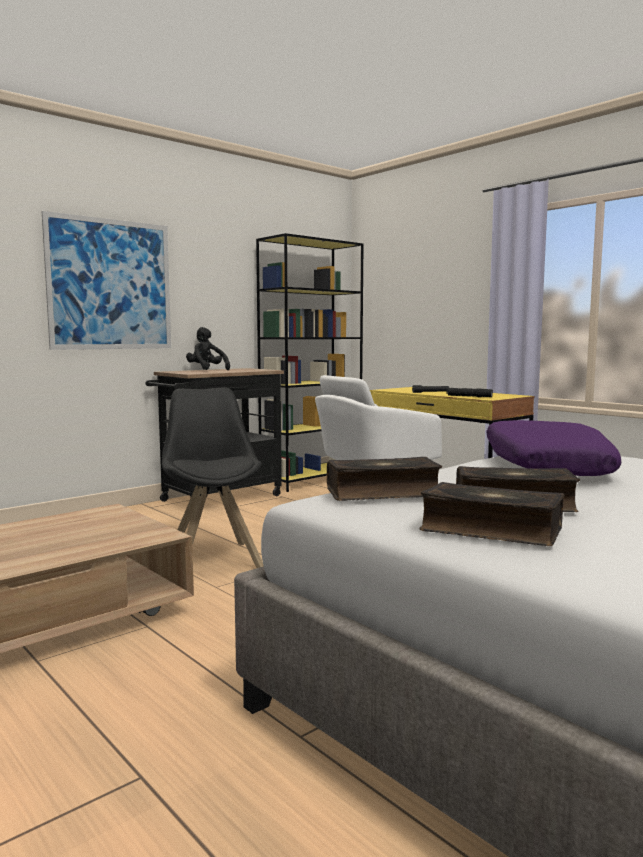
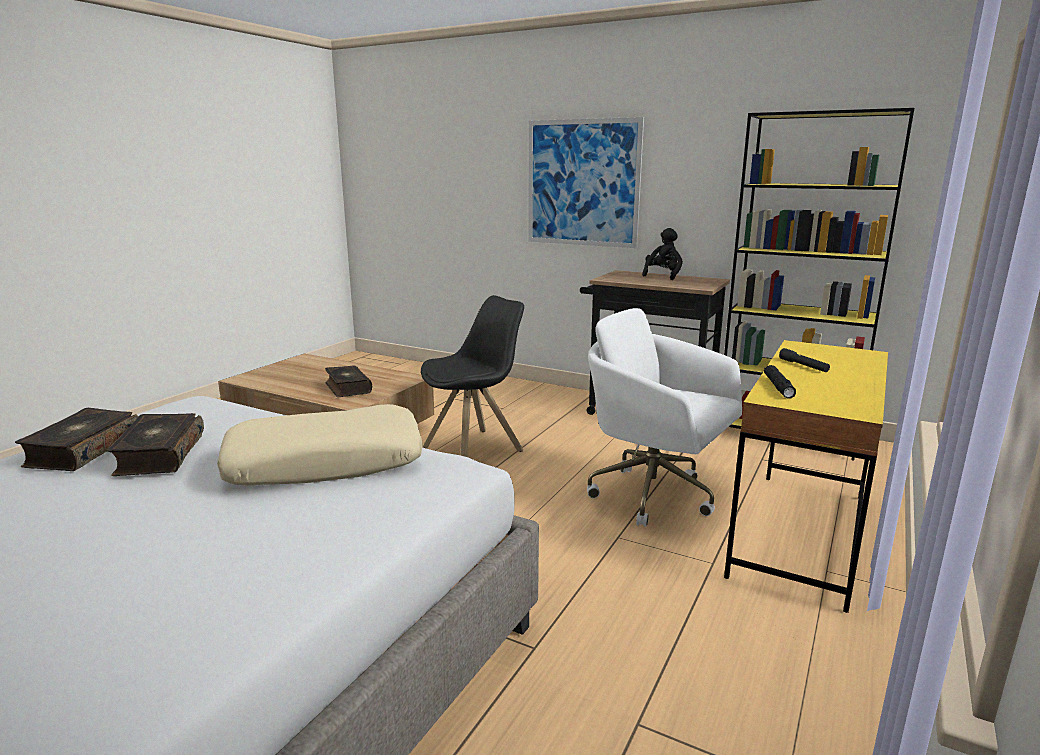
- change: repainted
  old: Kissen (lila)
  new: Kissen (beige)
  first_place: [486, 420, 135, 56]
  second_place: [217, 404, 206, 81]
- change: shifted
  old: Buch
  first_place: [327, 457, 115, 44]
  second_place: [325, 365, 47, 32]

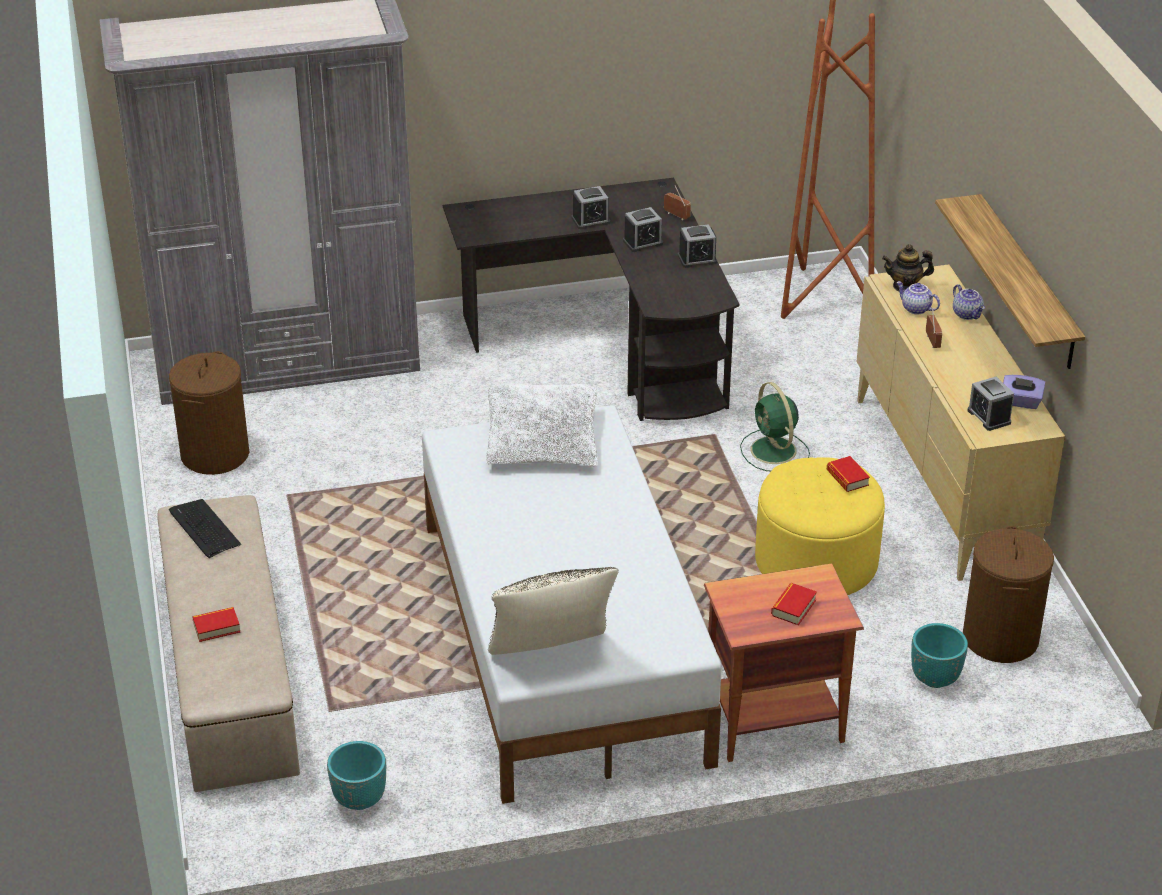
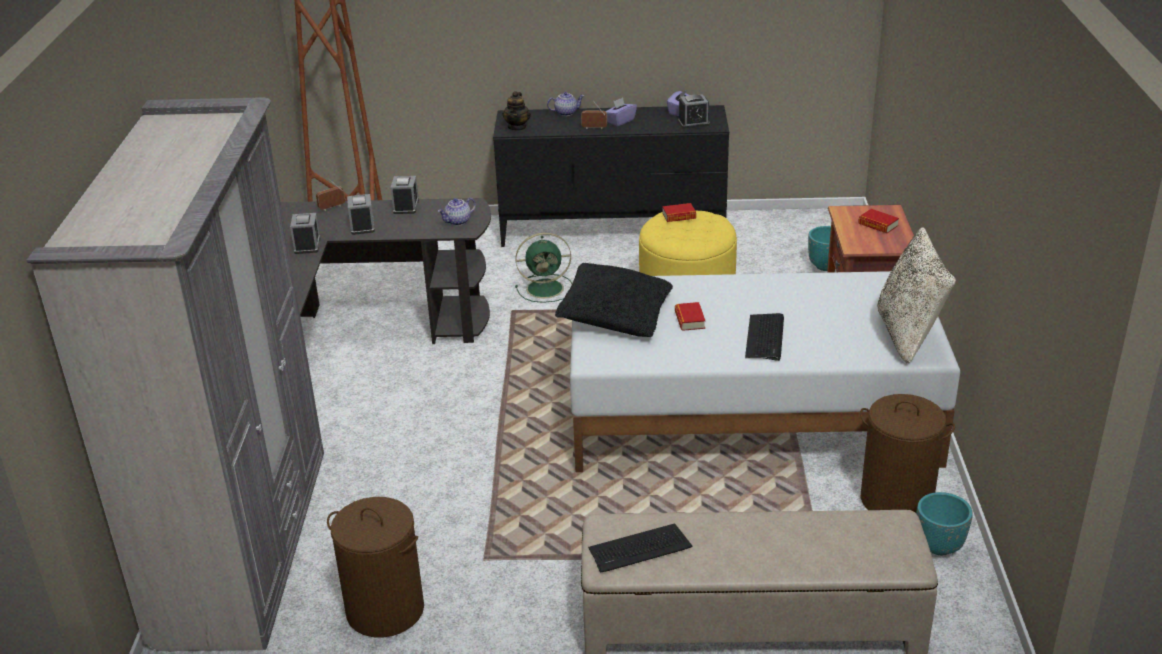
- change: shifted
  old: Teekanne
  first_place: [896, 281, 44, 34]
  second_place: [438, 198, 38, 28]
- change: repainted
  old: Kommode (beige)
  new: Kommode (schwarz)
  first_place: [857, 264, 208, 317]
  second_place: [493, 105, 236, 142]
- change: repainted
  old: Kissen (weiß)
  new: Kissen (schwarz)
  first_place: [486, 384, 112, 83]
  second_place: [555, 263, 118, 74]
- change: new
  new: Taschentuchbox (lila)
  second_place: [606, 98, 31, 28]
- change: shifted
  old: Buch
  first_place: [192, 607, 48, 35]
  second_place: [675, 302, 30, 29]
- change: new
  new: Tastatur
  second_place: [745, 313, 39, 48]
- change: shifted
  old: Wäschekorb (braun)
  first_place: [963, 526, 91, 137]
  second_place: [860, 394, 95, 119]
- change: gone
  old: Wandregal
  first_place: [935, 194, 150, 175]

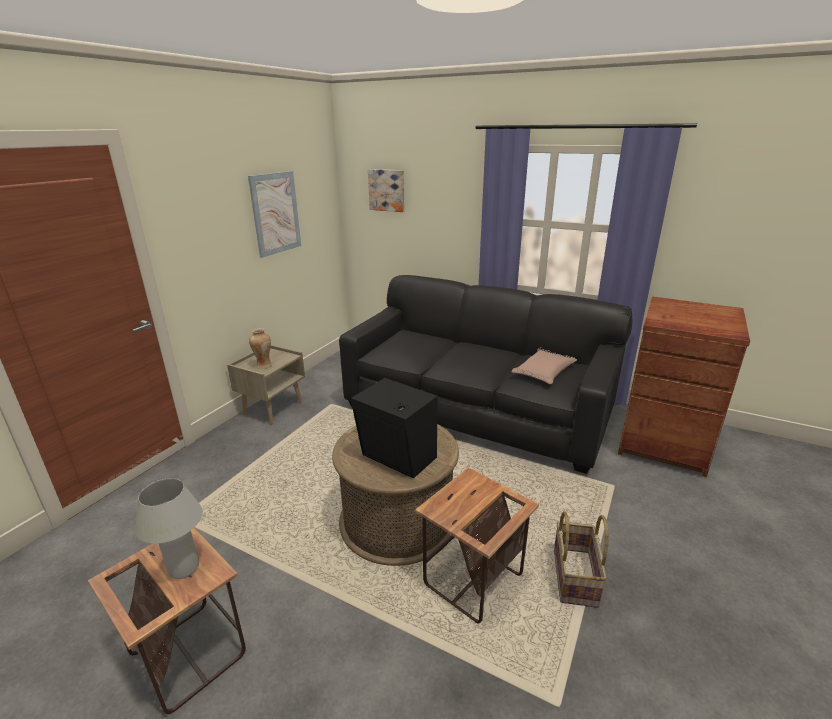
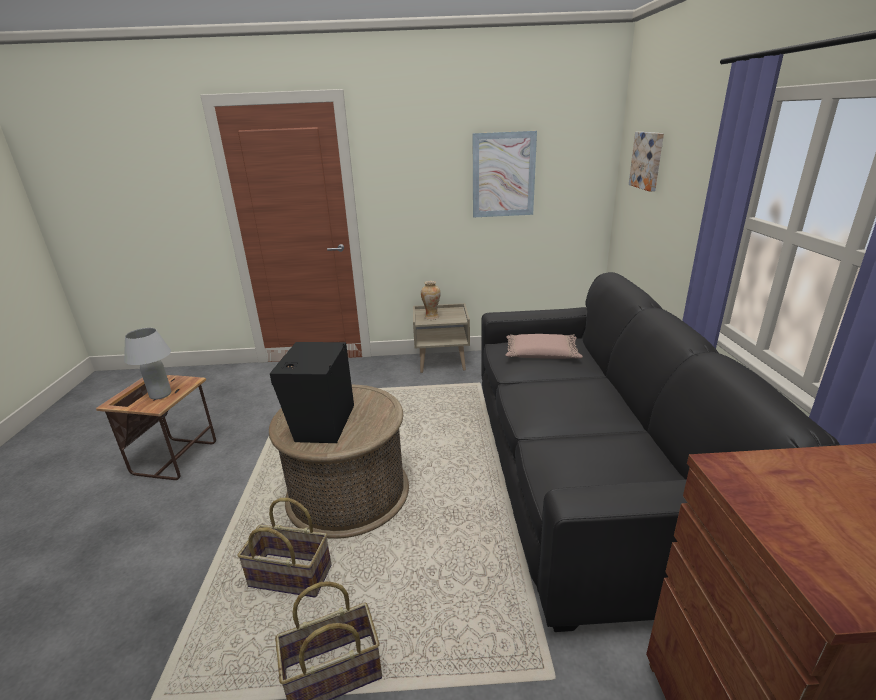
- change: swapped
  old: Beistelltisch
  new: Korb
  first_place: [415, 468, 124, 156]
  second_place: [237, 498, 95, 100]
- change: shifted
  old: Kissen (beige)
  first_place: [511, 347, 66, 37]
  second_place: [506, 334, 77, 25]

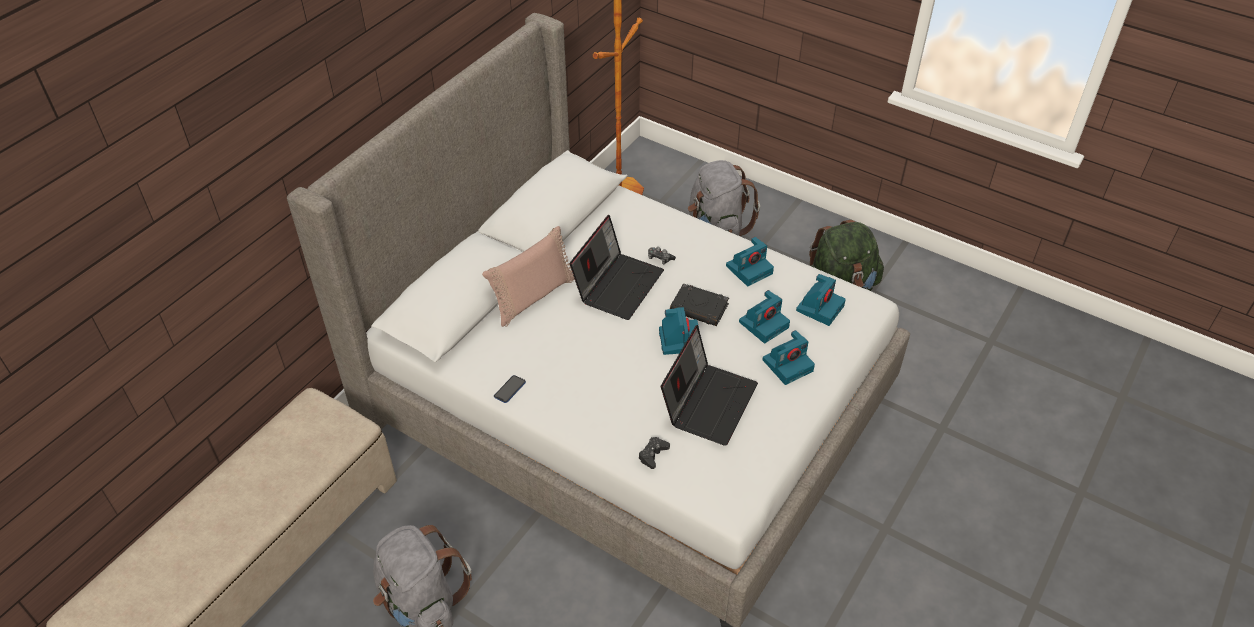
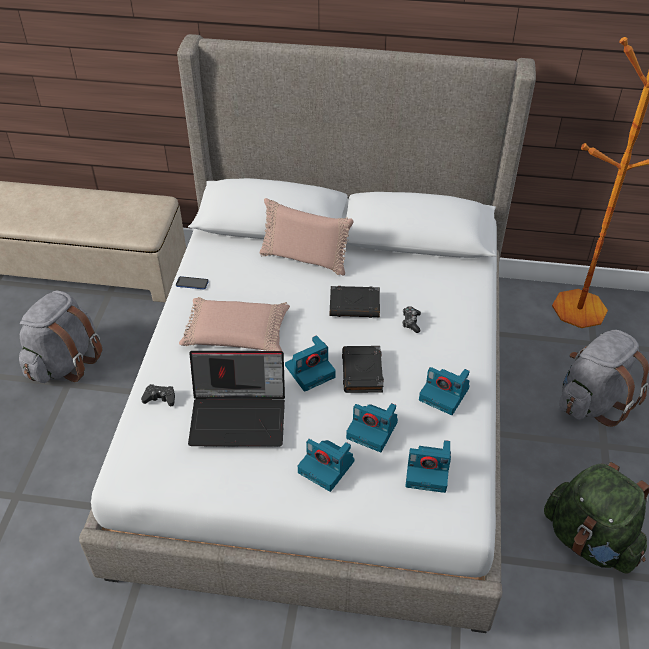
- change: new
  new: Kissen (beige)
  second_place: [179, 297, 111, 54]
- change: swapped
  old: Laptop
  new: Buch (schwarz)
  first_place: [570, 215, 94, 105]
  second_place: [330, 286, 50, 32]

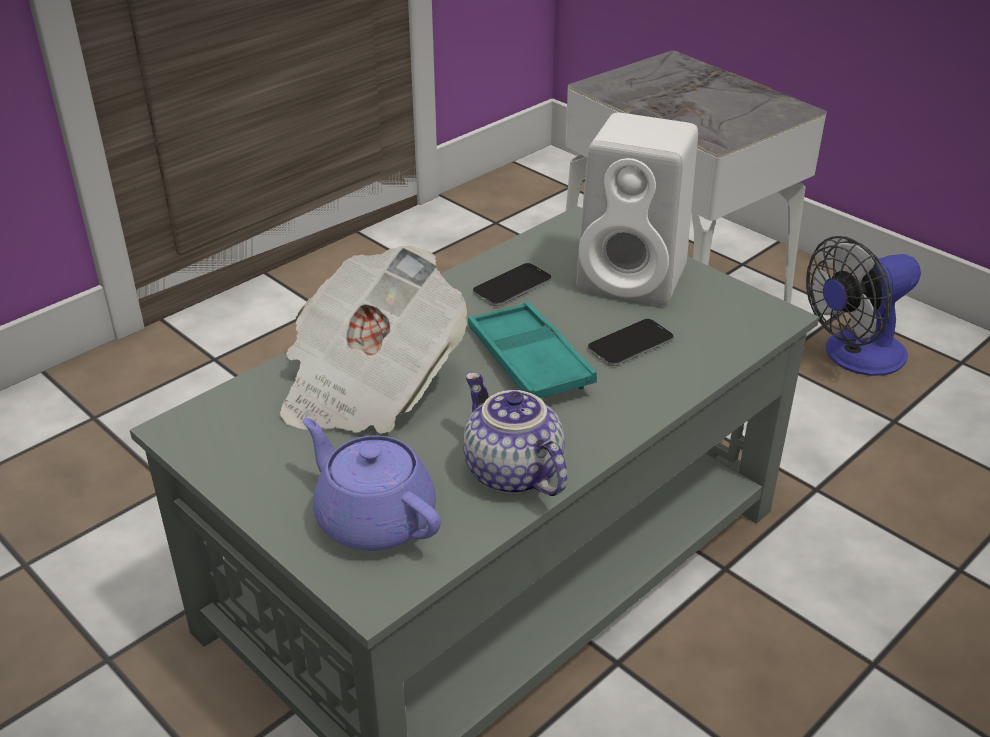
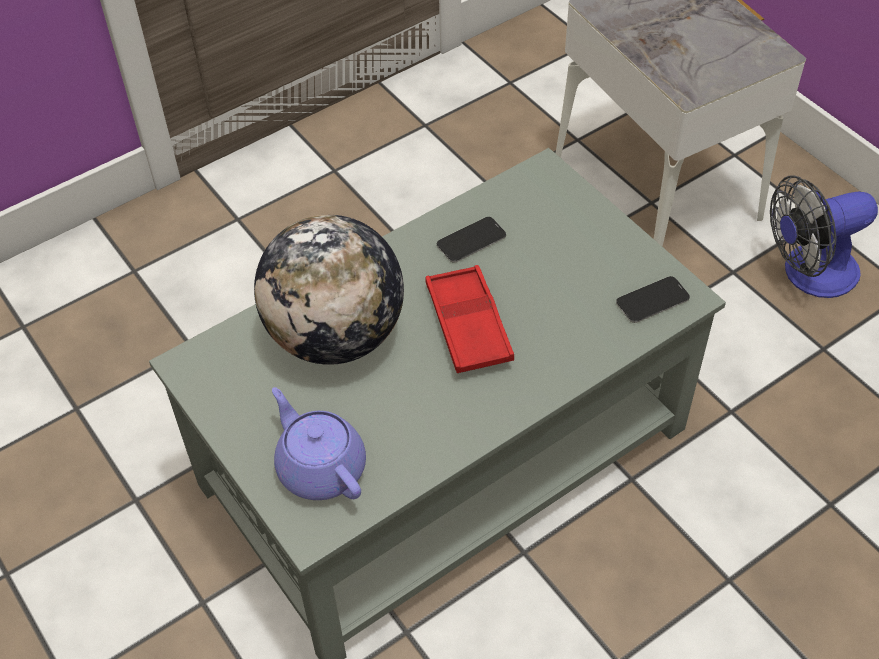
- change: swapped
  old: Zeitung
  new: Globus
  first_place: [280, 246, 187, 188]
  second_place: [254, 215, 150, 150]
- change: repainted
  old: Tablett (türkis)
  new: Tablett (rot)
  first_place: [468, 302, 129, 97]
  second_place: [425, 265, 89, 108]
- change: shifted
  old: Handy
  first_place: [588, 319, 86, 47]
  second_place: [616, 276, 74, 47]
- change: gone
  old: Teekanne
  first_place: [463, 372, 104, 124]
- change: gone
  old: Lautsprecher (weiß)
  first_place: [577, 112, 121, 194]

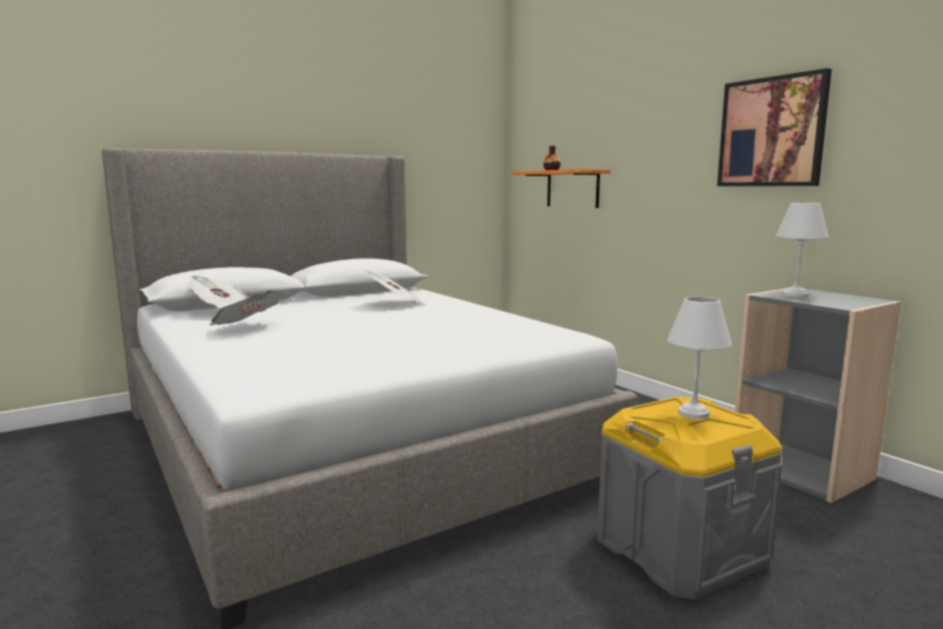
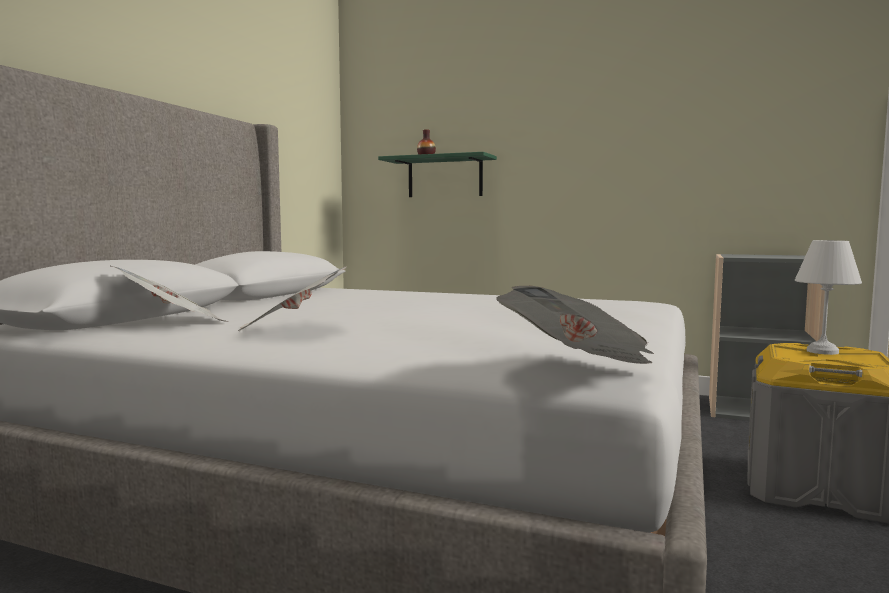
- change: repainted
  old: Wandregal (orange)
  new: Wandregal (grün)
  first_place: [512, 169, 98, 39]
  second_place: [378, 152, 119, 45]
- change: shifted
  old: Zeitung
  first_place: [366, 271, 60, 34]
  second_place: [496, 286, 158, 78]
- change: gone
  old: Bild
  first_place: [717, 68, 115, 118]
- change: gone
  old: Tischlampe (weiß)
  first_place: [775, 203, 54, 94]

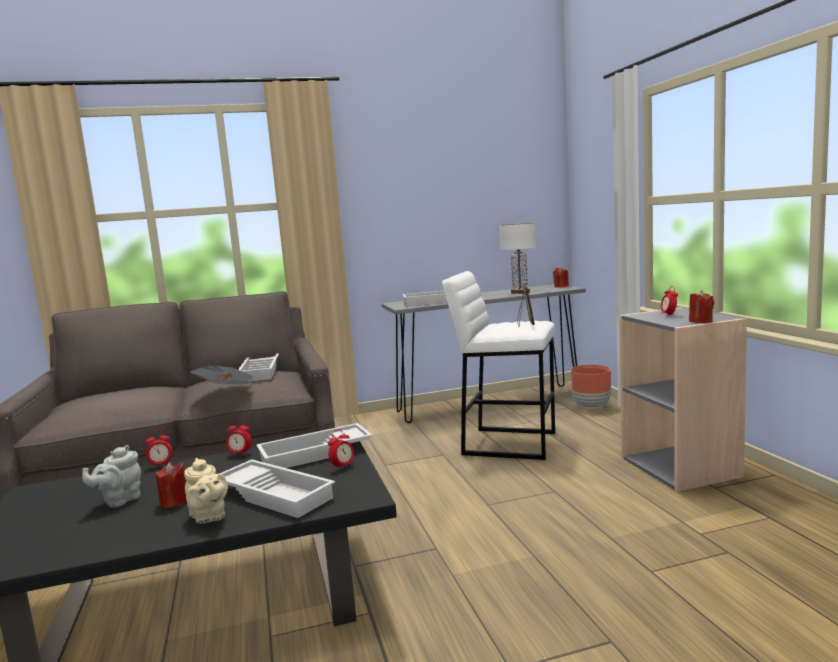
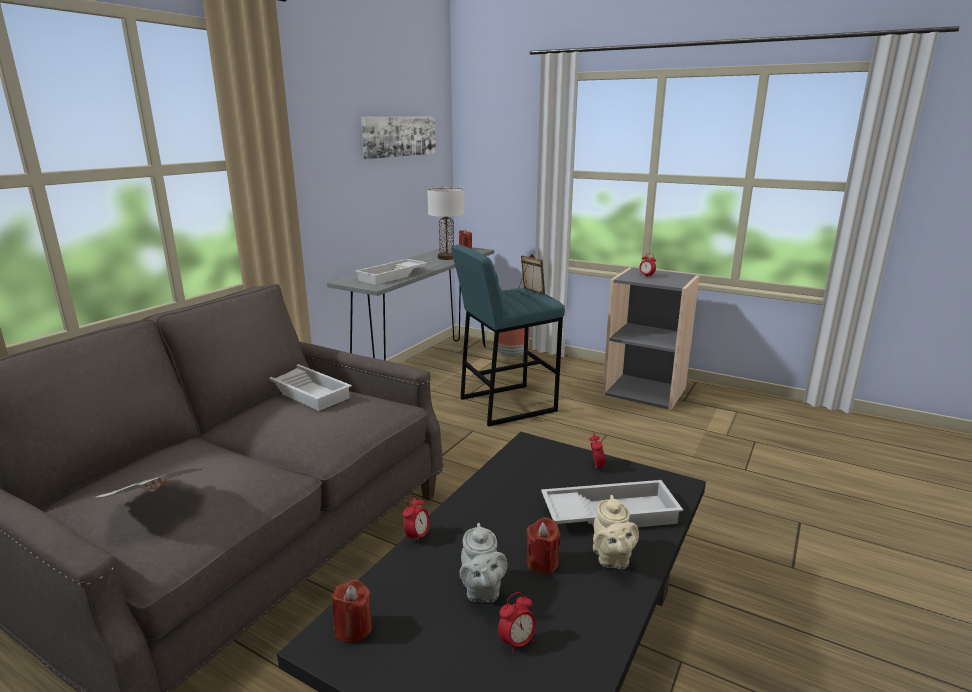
- change: shifted
  old: Zeitung
  first_place: [190, 365, 64, 20]
  second_place: [96, 469, 106, 28]
- change: shifted
  old: Kerze (rot)
  first_place: [689, 290, 25, 33]
  second_place: [332, 579, 40, 64]
- change: new
  new: Bild
  second_place: [361, 117, 75, 42]
- change: repainted
  old: Hocker (weiß)
  new: Hocker (türkis)
  first_place: [442, 271, 113, 189]
  second_place: [451, 244, 114, 182]
- change: shifted
  old: Wecker
  first_place: [226, 420, 26, 36]
  second_place: [498, 592, 38, 63]
- change: rotated
  old: Teekanne (beige)
  first_place: [184, 458, 44, 66]
  second_place: [593, 495, 46, 74]
  degrees: 75
- change: gone
  old: Tablett (weiß)
  first_place: [256, 423, 117, 45]

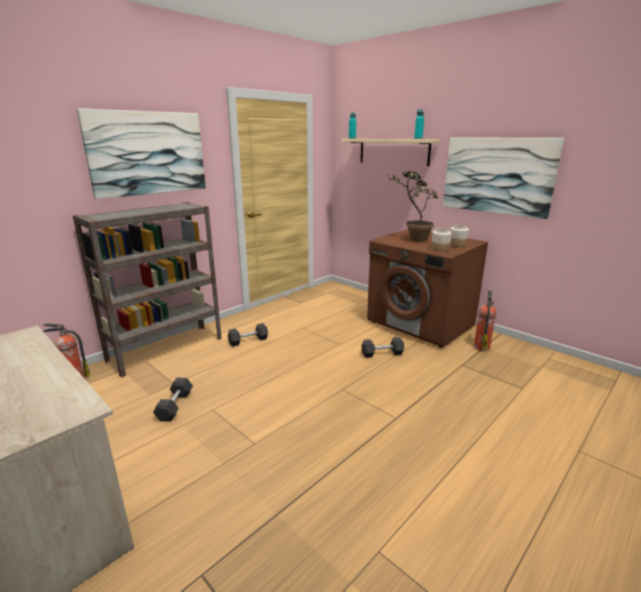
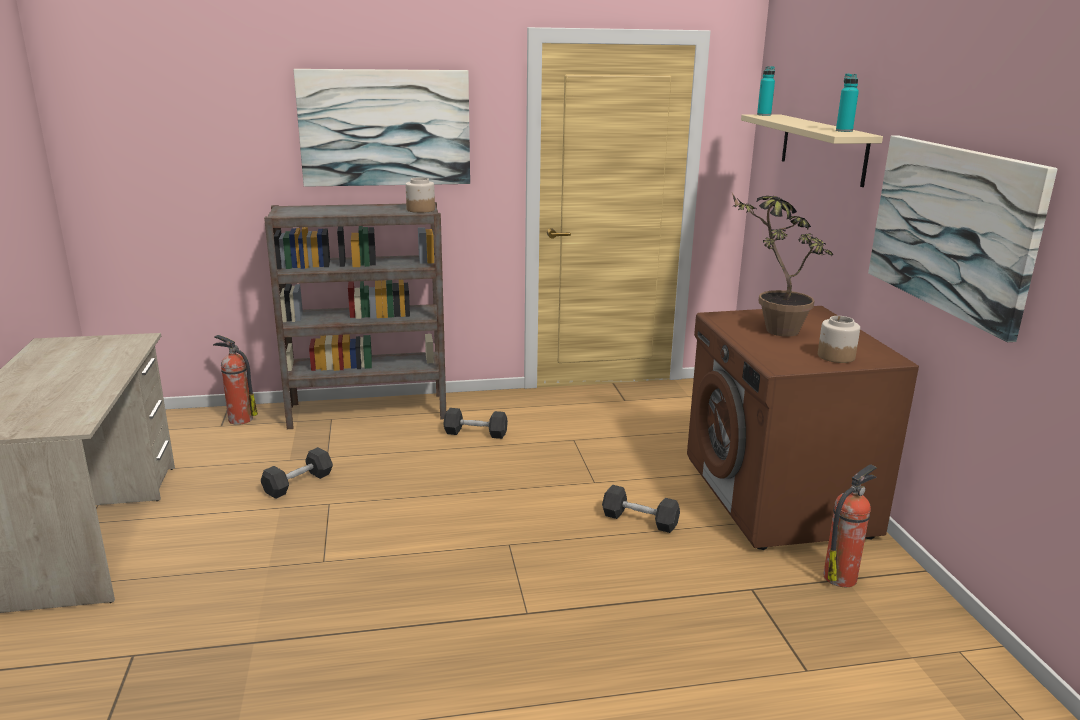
- change: shifted
  old: Vorratsglas
  first_place: [431, 228, 21, 23]
  second_place: [406, 177, 29, 36]

